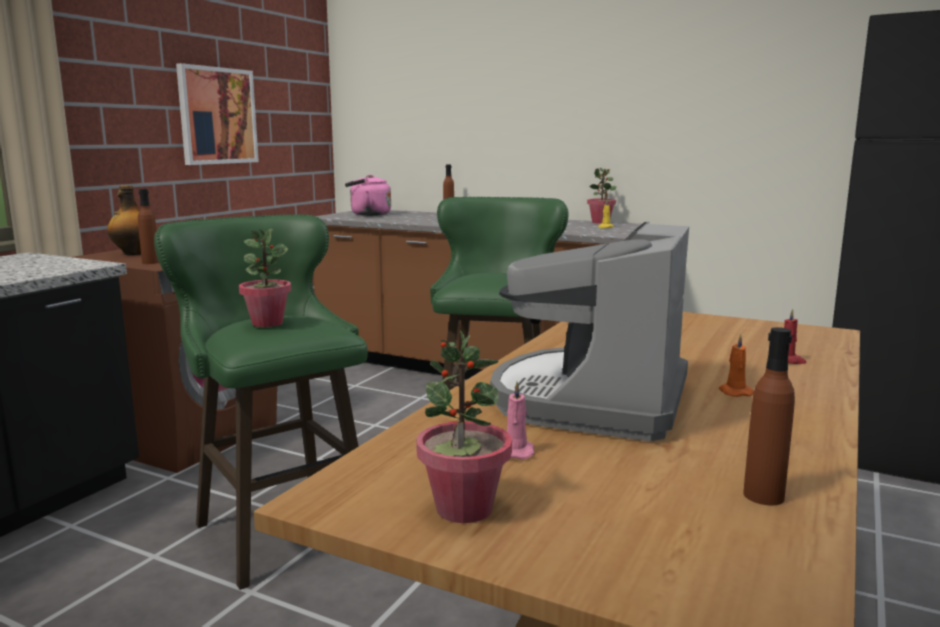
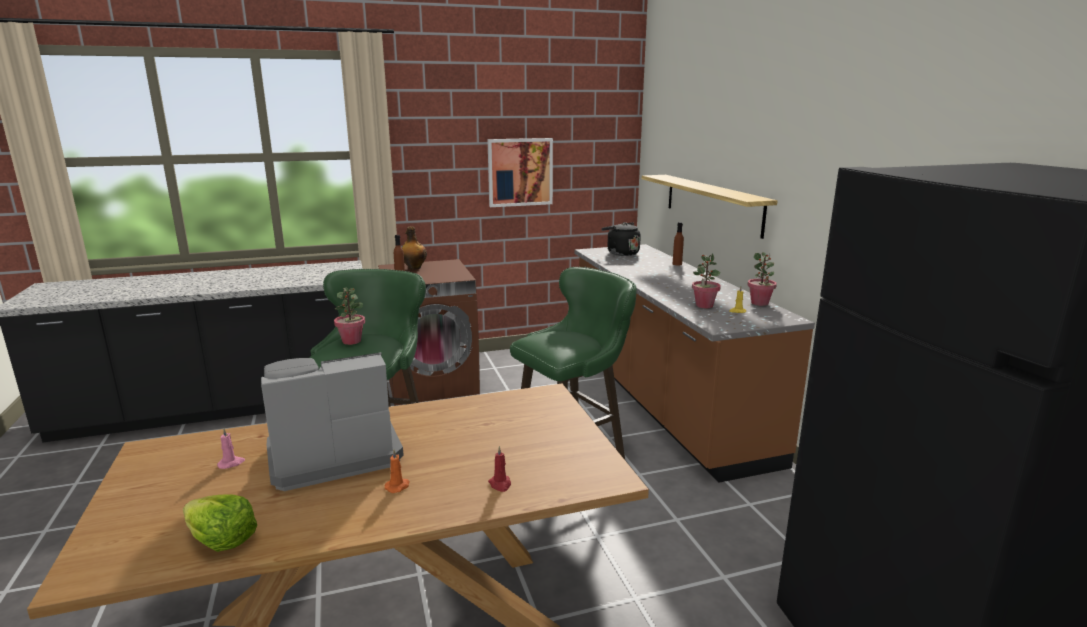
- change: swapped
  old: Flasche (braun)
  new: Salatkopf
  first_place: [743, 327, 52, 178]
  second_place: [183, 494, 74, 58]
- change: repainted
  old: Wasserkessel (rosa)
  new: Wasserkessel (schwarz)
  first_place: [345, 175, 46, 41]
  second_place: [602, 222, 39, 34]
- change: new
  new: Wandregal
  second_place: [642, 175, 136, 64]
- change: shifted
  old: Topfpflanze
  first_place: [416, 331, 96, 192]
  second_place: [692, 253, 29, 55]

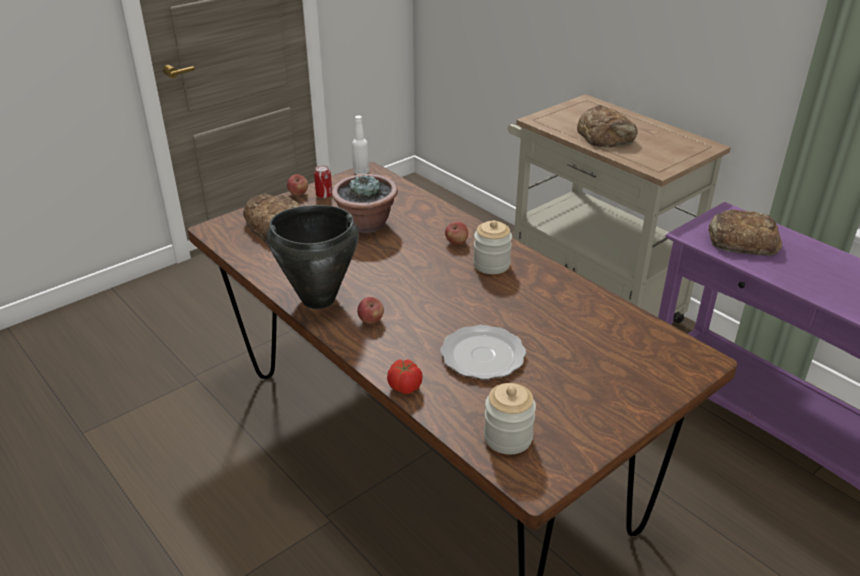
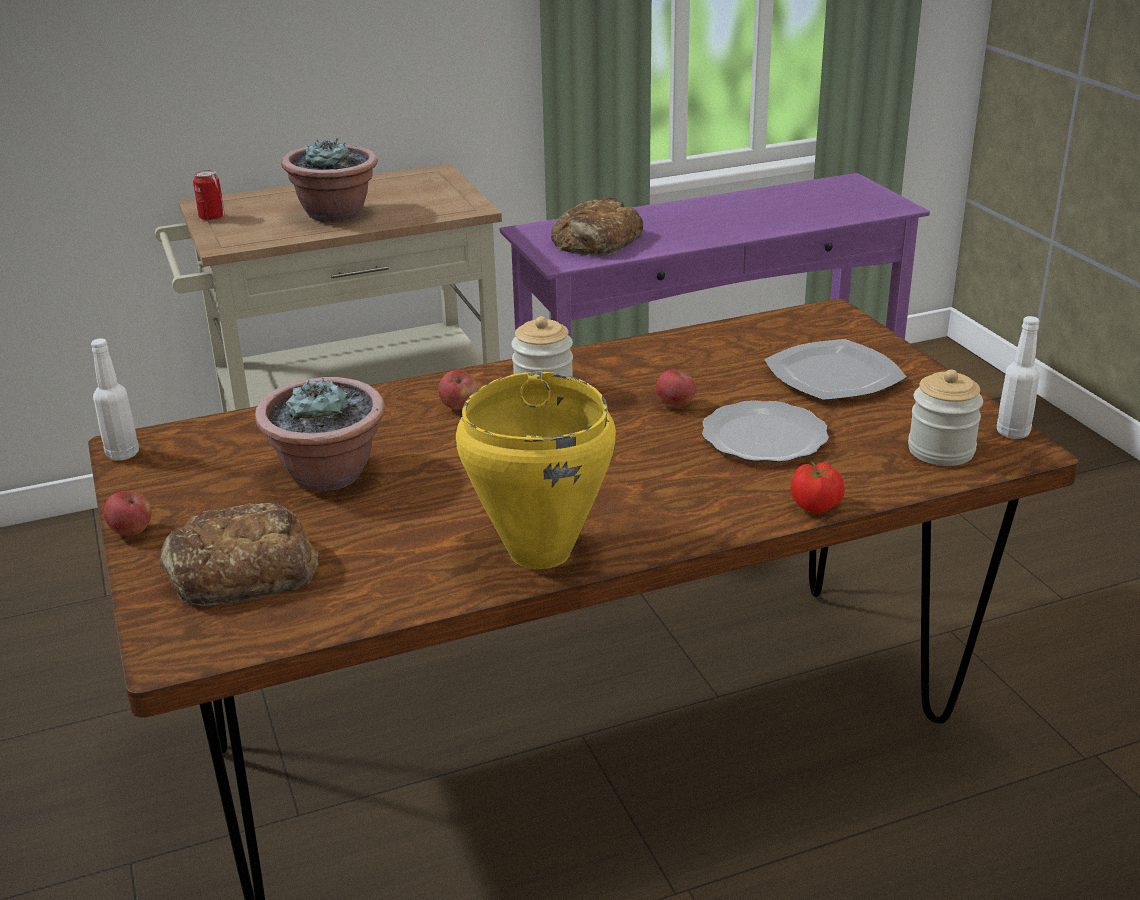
- change: shifted
  old: Dose
  first_place: [314, 165, 18, 33]
  second_place: [193, 170, 32, 51]
- change: swapped
  old: Brot
  new: Topfpflanze
  first_place: [577, 105, 61, 43]
  second_place: [281, 139, 97, 84]
- change: repainted
  old: Kochtopf (schwarz)
  new: Kochtopf (gelb)
  first_place: [267, 205, 92, 104]
  second_place: [456, 372, 160, 197]
- change: shifted
  old: Apfel
  first_place: [357, 297, 27, 27]
  second_place: [656, 370, 40, 37]
- change: new
  new: Teller
  second_place: [764, 339, 143, 61]
- change: new
  new: Flasche (weiß)
  second_place: [997, 316, 43, 123]

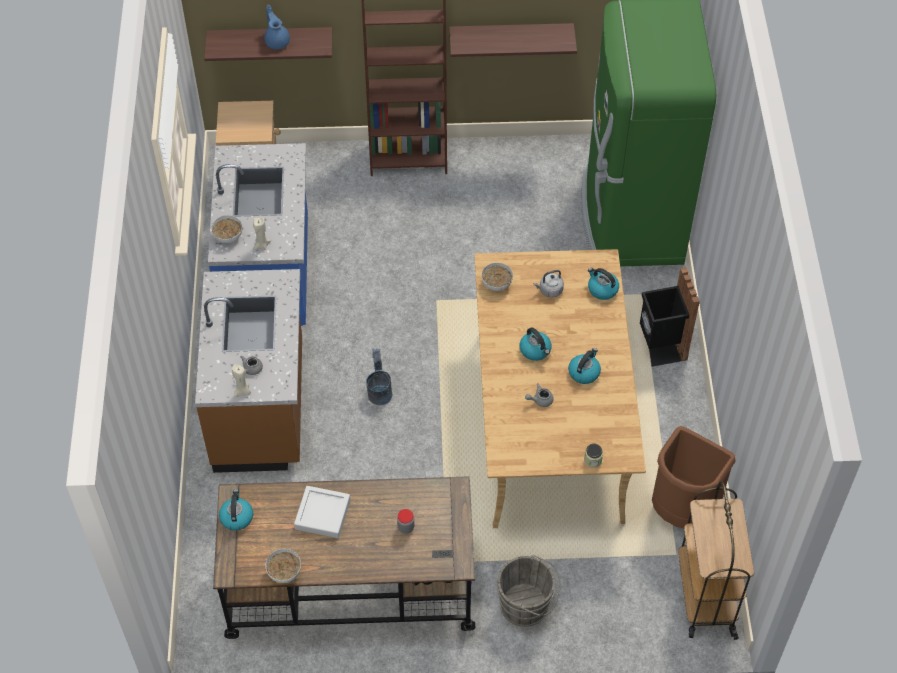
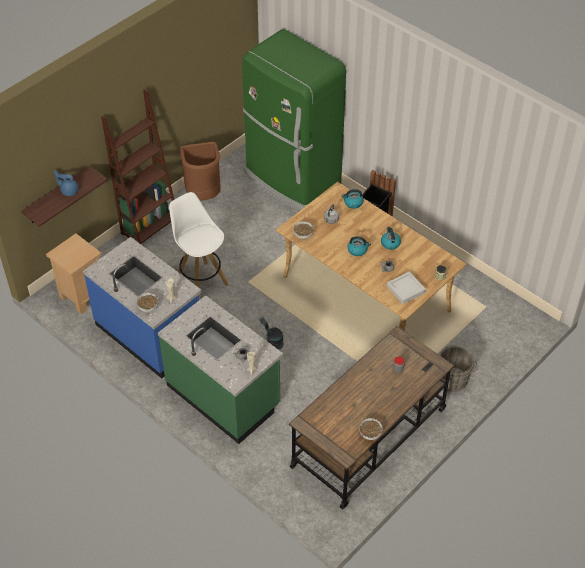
- change: repainted
  old: Küchenzeile (braun)
  new: Küchenzeile (grün)
  first_place: [195, 269, 107, 204]
  second_place: [158, 295, 125, 149]
- change: new
  new: Hocker (weiß)
  second_place: [169, 192, 59, 104]
- change: shifted
  old: Mülleimer (braun)
  first_place: [652, 426, 84, 103]
  second_place: [180, 142, 41, 58]
- change: shifted
  old: Tablett (grau)
  first_place: [294, 486, 57, 52]
  second_place: [387, 271, 39, 33]
- change: gone
  old: Wasserkessel
  first_place: [219, 489, 34, 42]
- change: gone
  old: Wandregal
  first_place: [449, 23, 128, 34]
- change: gone
  old: Rollwagen (braun)
  first_place: [678, 481, 76, 159]

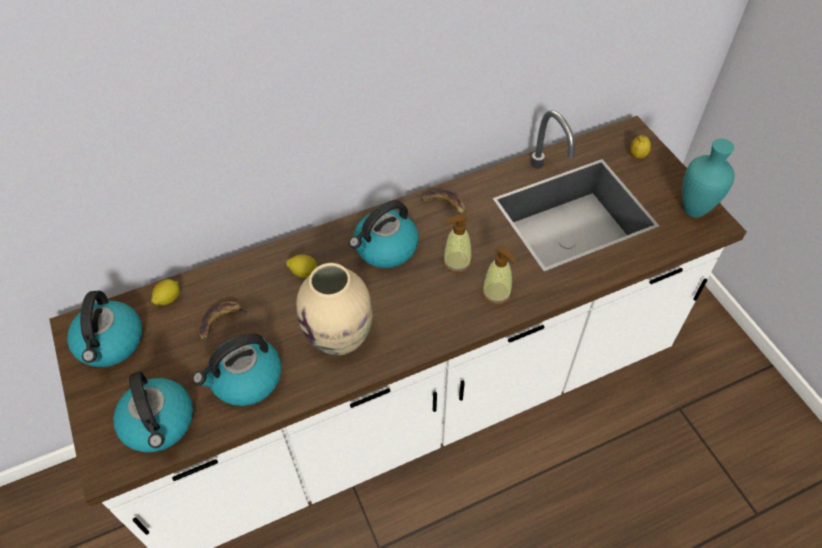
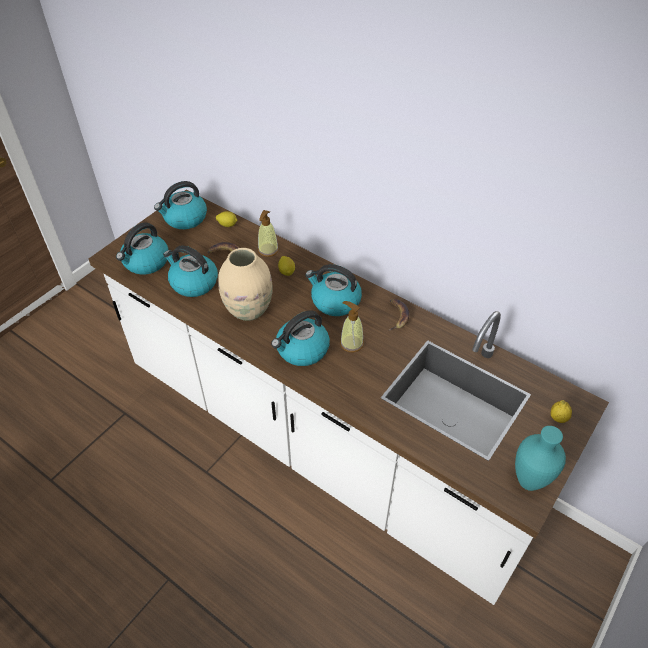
- change: shifted
  old: Seifenspender
  first_place: [482, 245, 34, 60]
  second_place: [258, 210, 21, 47]
- change: new
  new: Wasserkessel
  second_place: [271, 310, 59, 56]

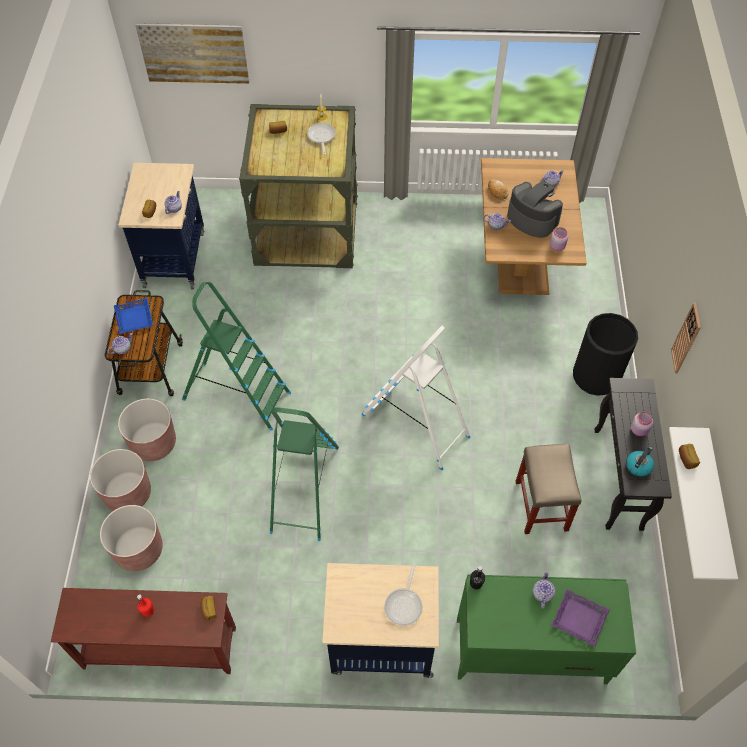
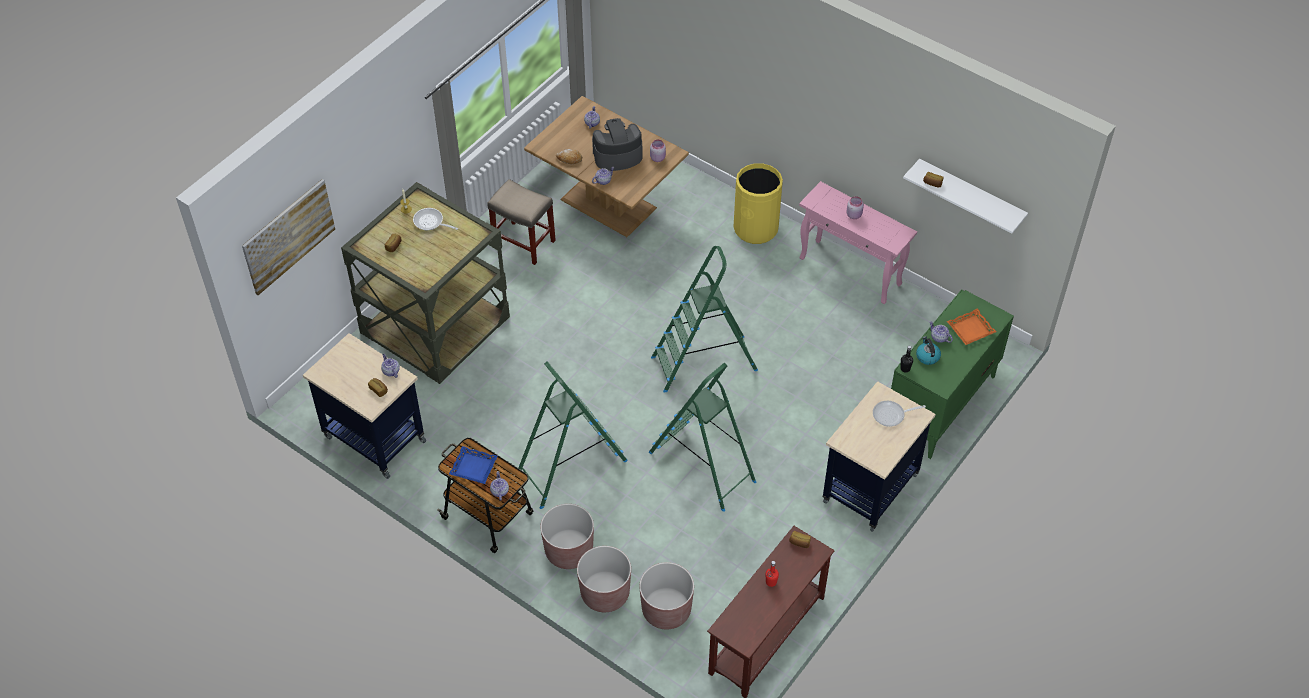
- change: shifted
  old: Hocker (beige)
  first_place: [516, 444, 66, 90]
  second_place: [487, 179, 69, 86]
- change: repainted
  old: Trittleiter (weiß)
  new: Trittleiter (grün)
  first_place: [362, 325, 108, 145]
  second_place: [651, 246, 107, 147]
- change: repainted
  old: Mülleimer (schwarz)
  new: Mülleimer (gelb)
  first_place: [573, 313, 65, 83]
  second_place: [733, 163, 50, 81]
- change: repainted
  old: Konsolentisch (schwarz)
  new: Konsolentisch (rosa)
  first_place: [595, 378, 77, 153]
  second_place: [799, 181, 118, 123]
- change: rotated
  old: Pfanne
  first_place: [384, 563, 39, 63]
  second_place: [873, 401, 53, 26]
  degrees: 120
- change: shifted
  old: Wasserkessel
  first_place: [626, 447, 28, 30]
  second_place: [916, 336, 25, 29]
- change: repainted
  old: Tablett (lila)
  new: Tablett (orange)
  first_place: [551, 589, 59, 58]
  second_place: [947, 308, 49, 37]
- change: gone
  old: Wanduhr
  first_place: [671, 303, 30, 70]

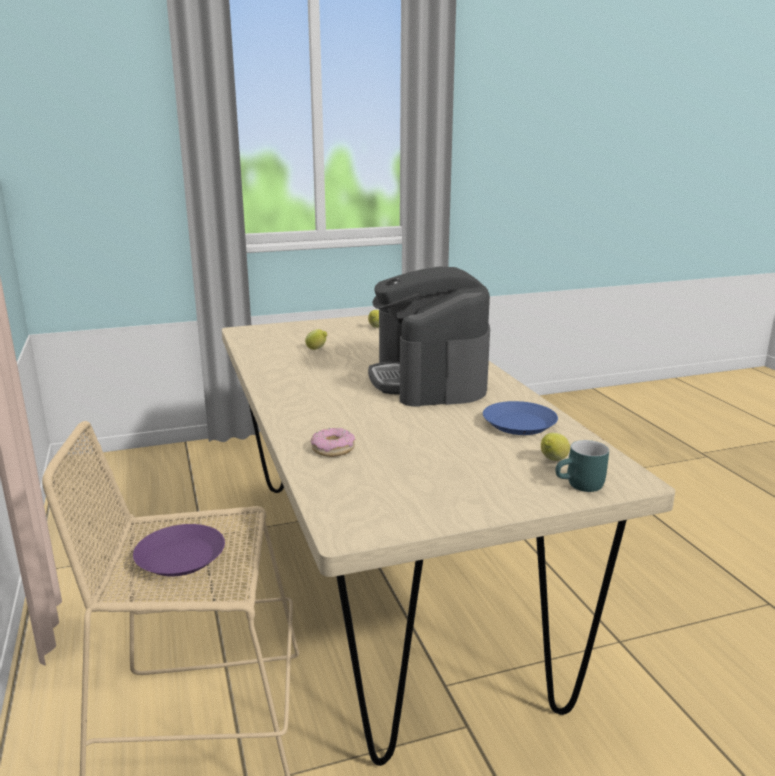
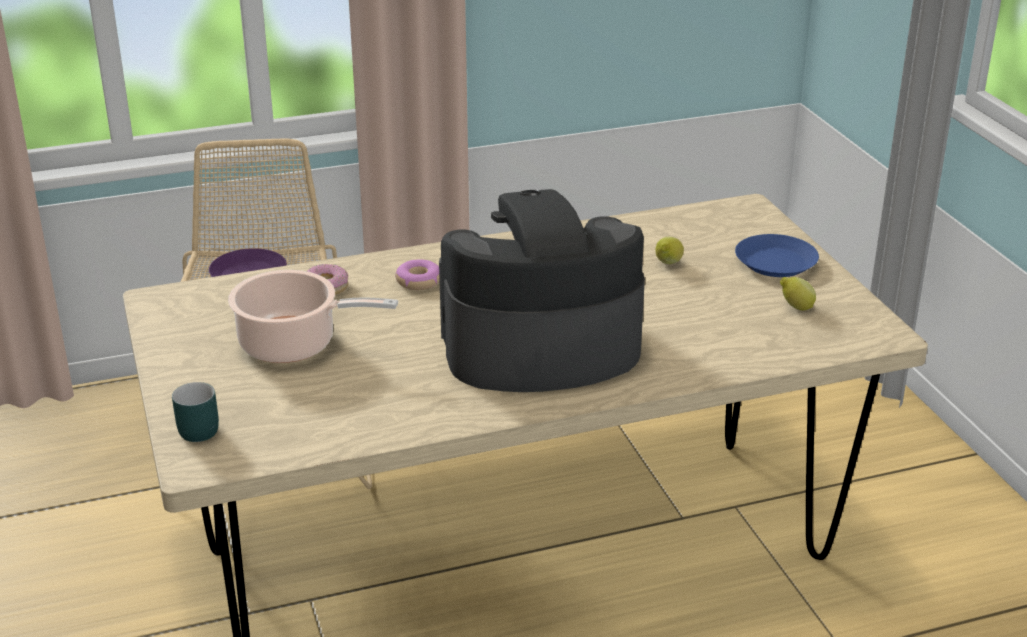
- change: new
  new: Kochtopf
  second_place: [228, 270, 170, 93]
- change: new
  new: Donut
  second_place: [395, 259, 45, 31]
- change: shifted
  old: Teller (blau)
  first_place: [483, 401, 75, 34]
  second_place: [735, 234, 84, 43]
- change: gone
  old: Zitrone
  first_place: [541, 433, 29, 28]

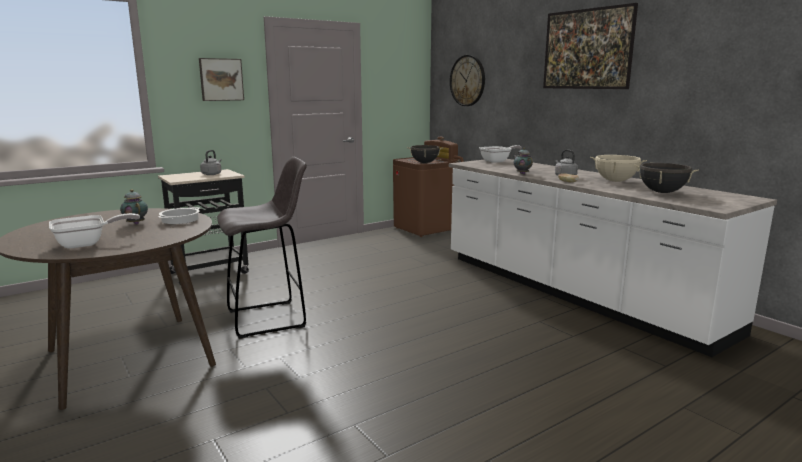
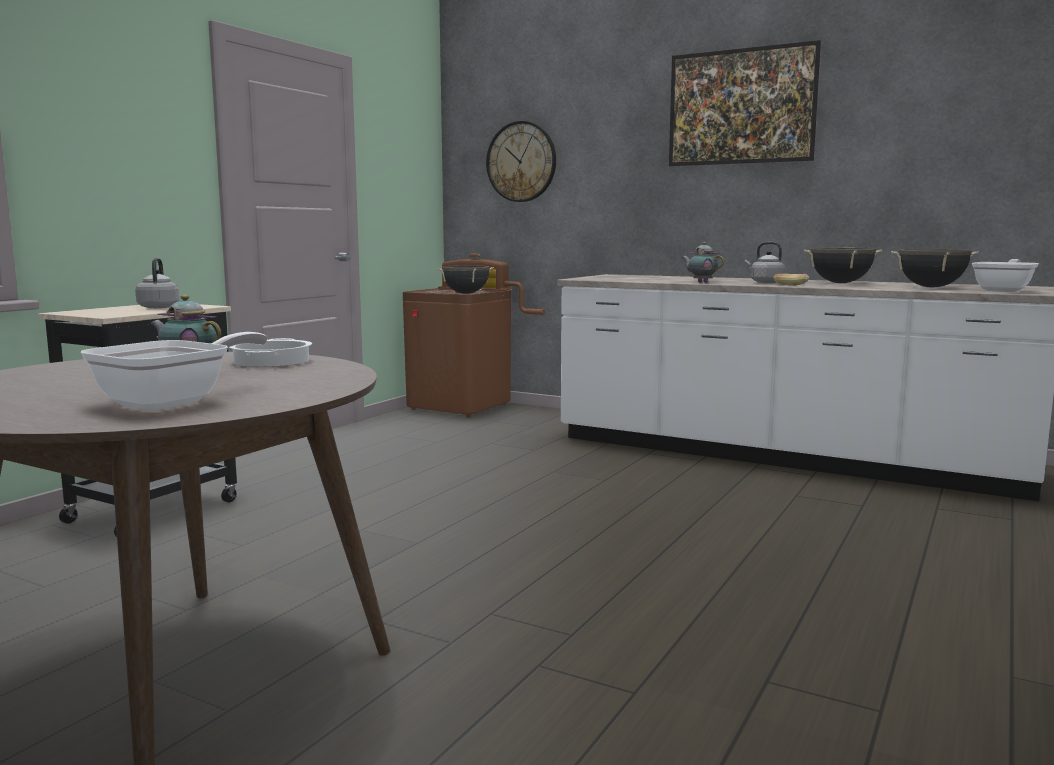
- change: repainted
  old: Kochtopf (beige)
  new: Kochtopf (schwarz)
  first_place: [590, 155, 57, 27]
  second_place: [804, 248, 78, 35]
- change: shifted
  old: Pfanne
  first_place: [479, 145, 43, 18]
  second_place: [972, 259, 67, 33]
- change: gone
  old: Bild
  first_place: [199, 58, 45, 43]
- change: gone
  old: Hocker (grau)
  first_place: [217, 157, 90, 181]

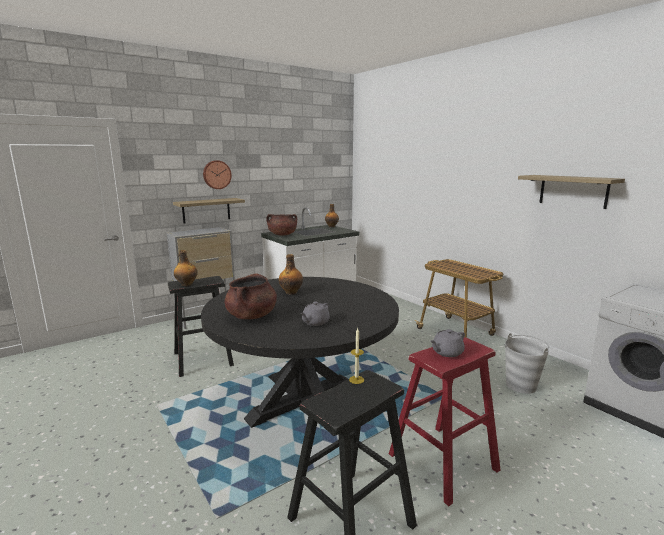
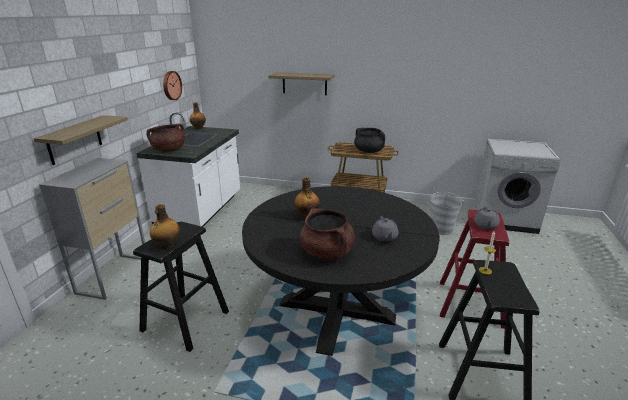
- change: shifted
  old: Wanduhr
  first_place: [203, 160, 29, 29]
  second_place: [163, 71, 19, 29]
- change: shifted
  old: Wandregal
  first_place: [518, 175, 107, 34]
  second_place: [268, 72, 67, 23]
- change: new
  new: Kochtopf (schwarz)
  second_place: [354, 128, 31, 25]

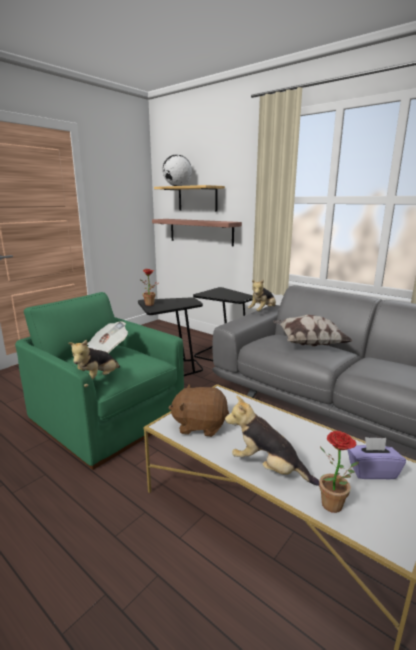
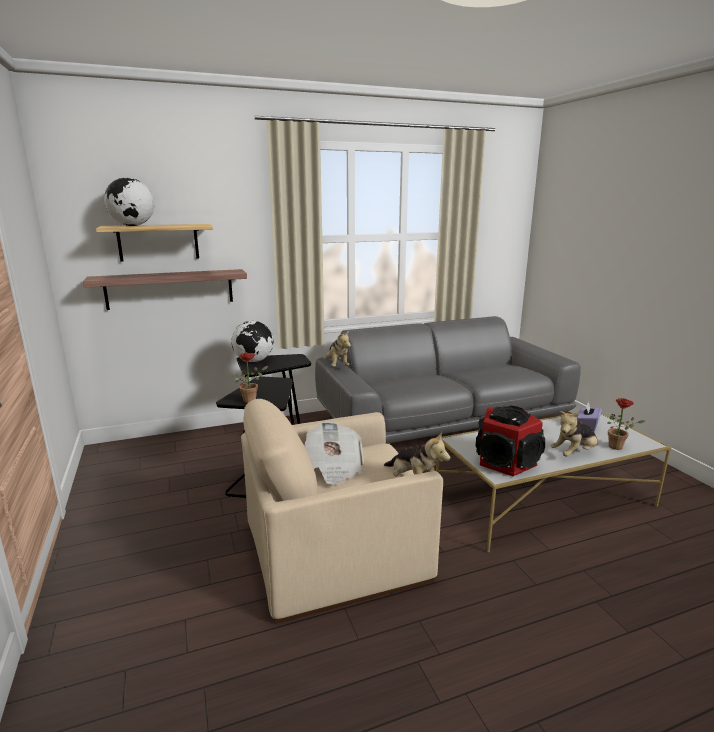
- change: new
  new: Globus
  second_place: [231, 321, 42, 41]
- change: repainted
  old: Sessel (grün)
  new: Sessel (beige)
  first_place: [15, 292, 169, 178]
  second_place: [241, 399, 202, 225]
- change: swapped
  old: Plüschtier (braun)
  new: Lautsprecher
  first_place: [168, 384, 61, 53]
  second_place: [475, 406, 70, 70]
- change: gone
  old: Kissen
  first_place: [273, 315, 80, 32]

